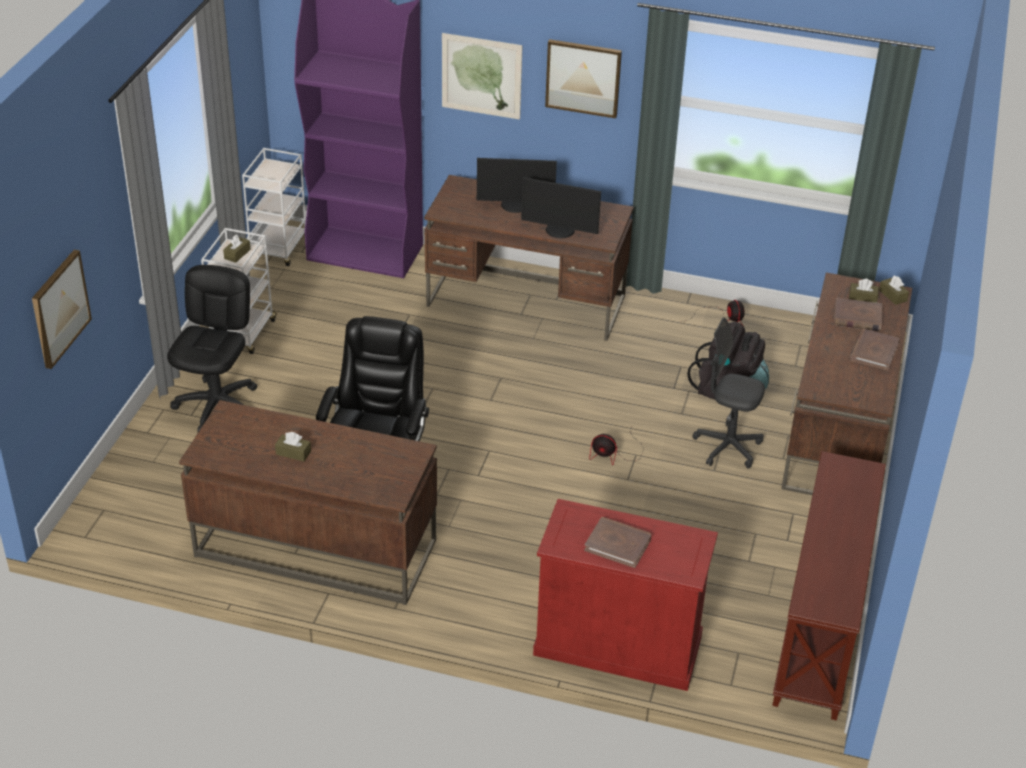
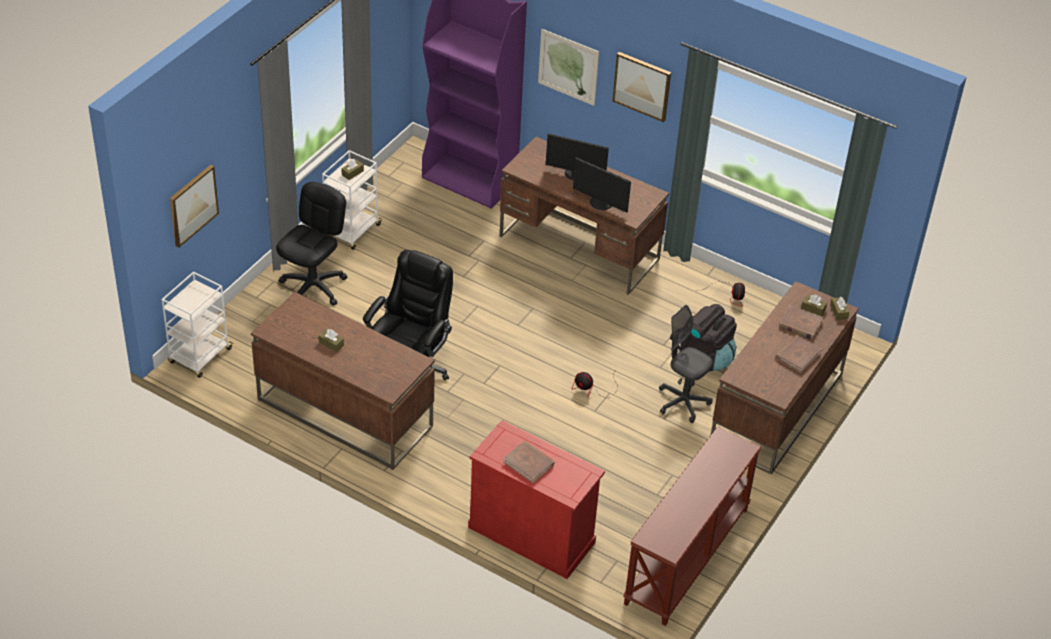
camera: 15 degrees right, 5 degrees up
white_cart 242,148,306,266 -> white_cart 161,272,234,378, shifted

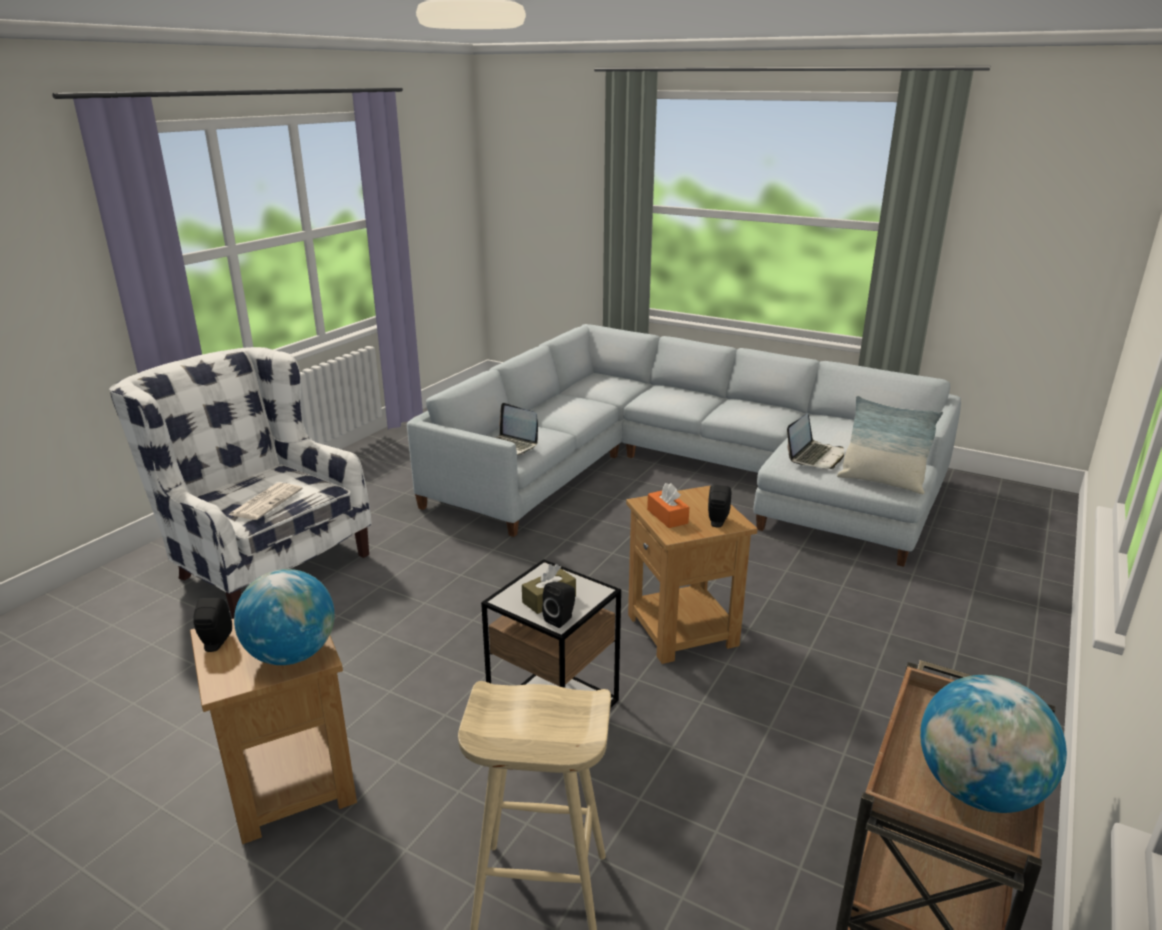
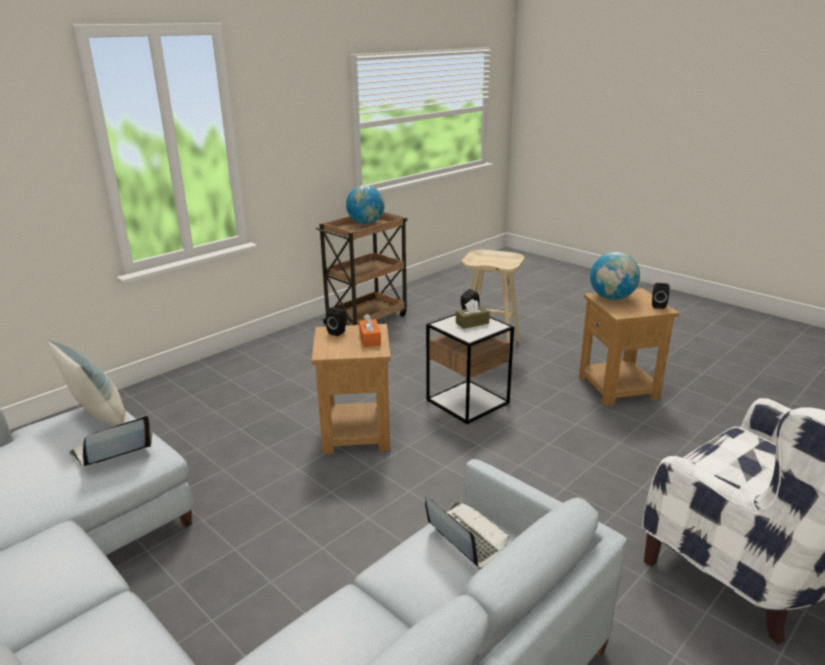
camera: 165 degrees left, 0 degrees up
newspaper 229,482,303,520 -> none

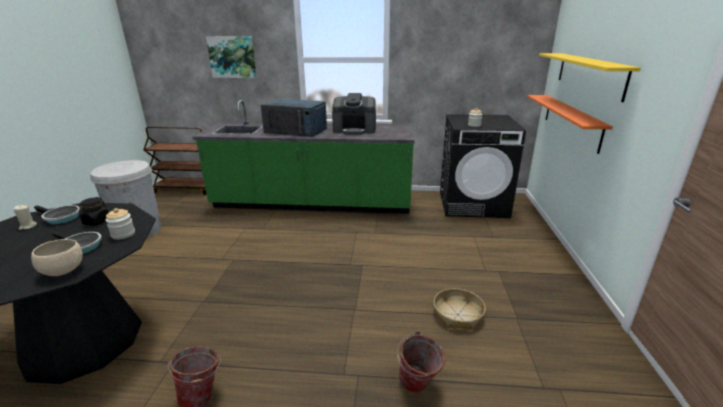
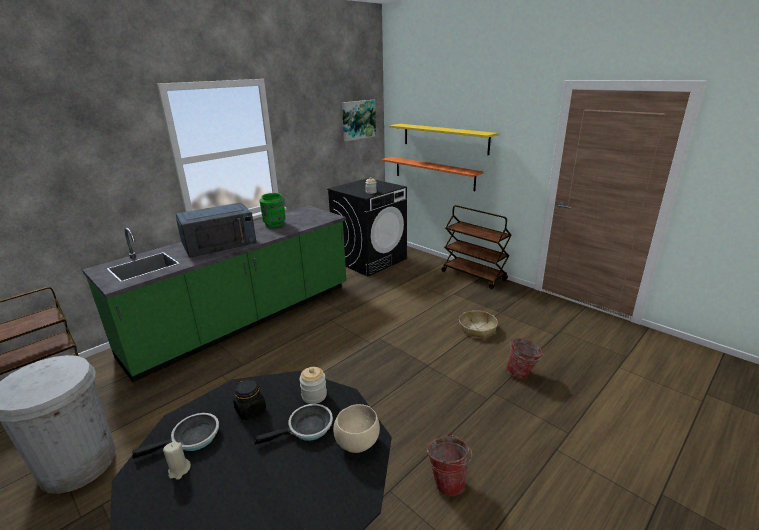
camera: 50 degrees left, 0 degrees up
coffee_machine 332,93,376,134 -> green_vase 259,193,286,228
picture 206,36,257,78 -> picture 342,100,376,141, shifted
none -> brown_cart 442,205,512,289

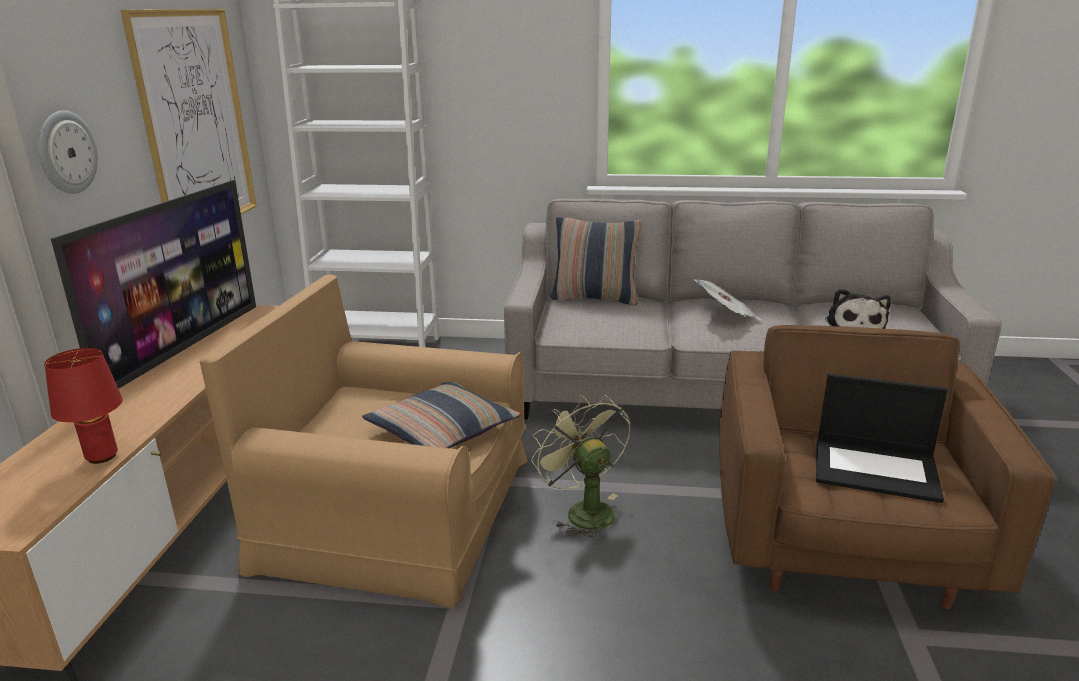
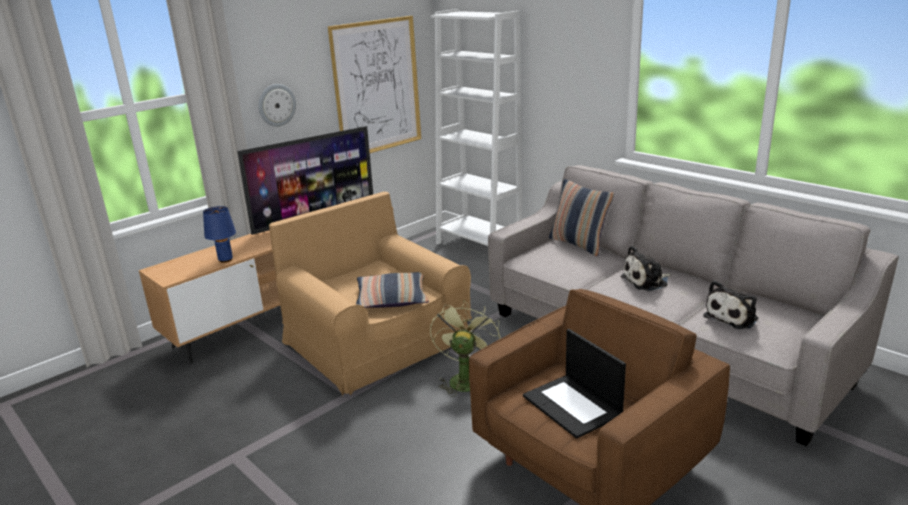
camera: 40 degrees right, 0 degrees up
red_table_lamp 44,348,123,464 -> blue_table_lamp 203,206,236,263
newspaper 693,279,762,320 -> plush_toy 621,246,671,291

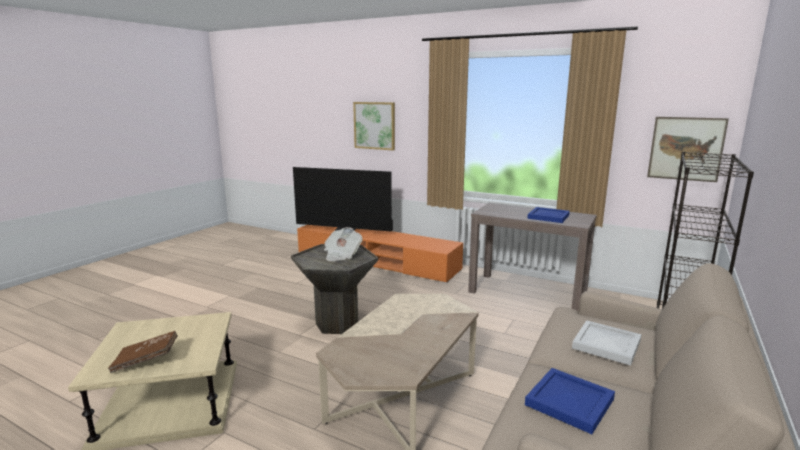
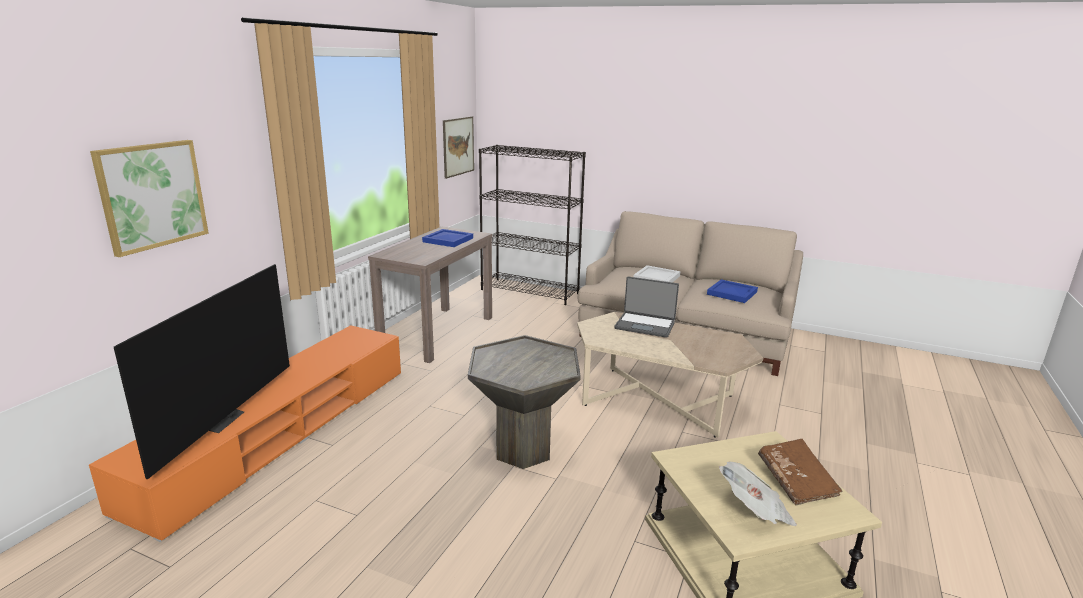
camera: 95 degrees left, 5 degrees up
none -> laptop 614,276,679,338
newspaper 324,227,363,261 -> newspaper 719,462,797,526, shifted

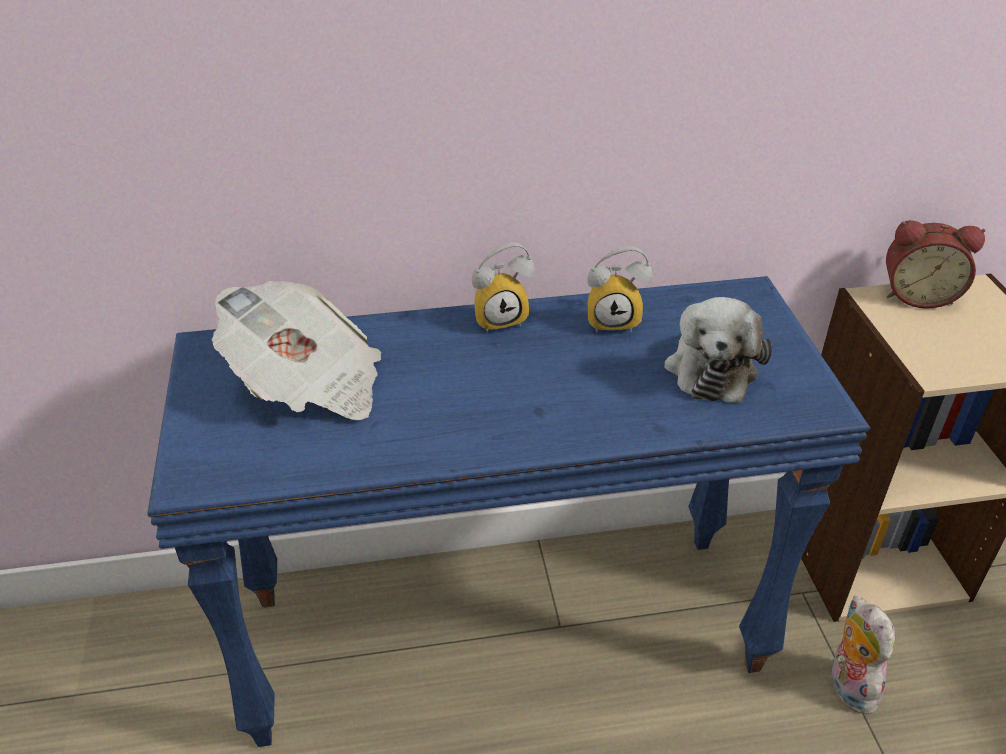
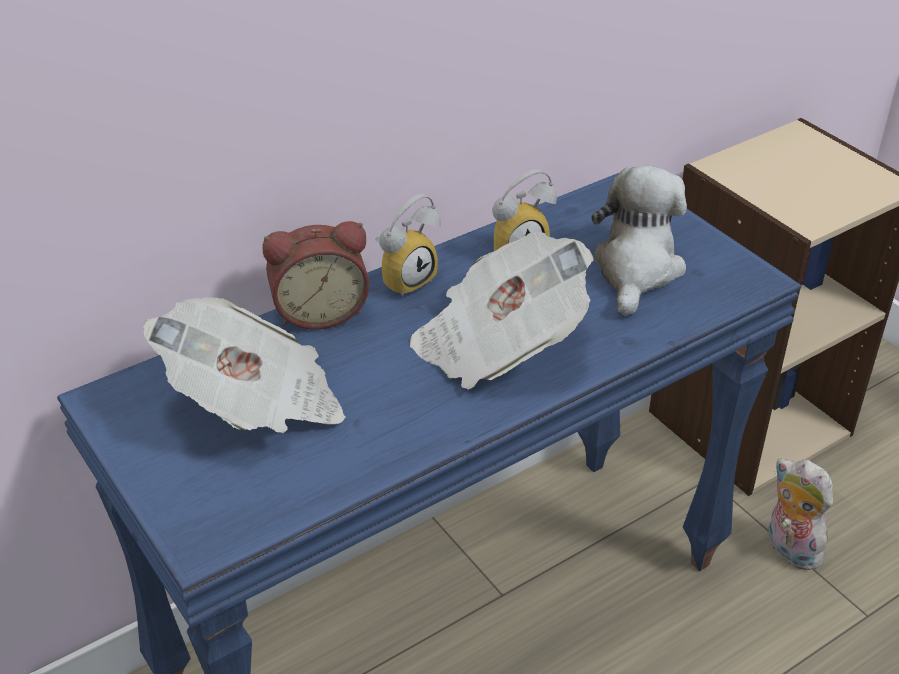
camera: 25 degrees left, 0 degrees up
alarm_clock 886,220,986,309 -> alarm_clock 262,221,370,330, shifted
none -> newspaper 410,231,594,390
plush_toy 664,297,772,403 -> plush_toy 591,166,687,316, 150 degrees counterclockwise

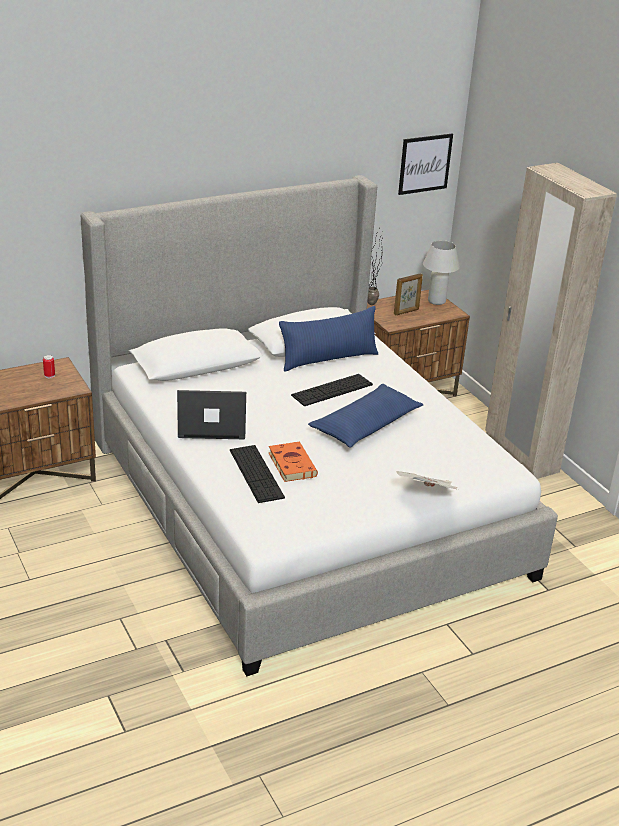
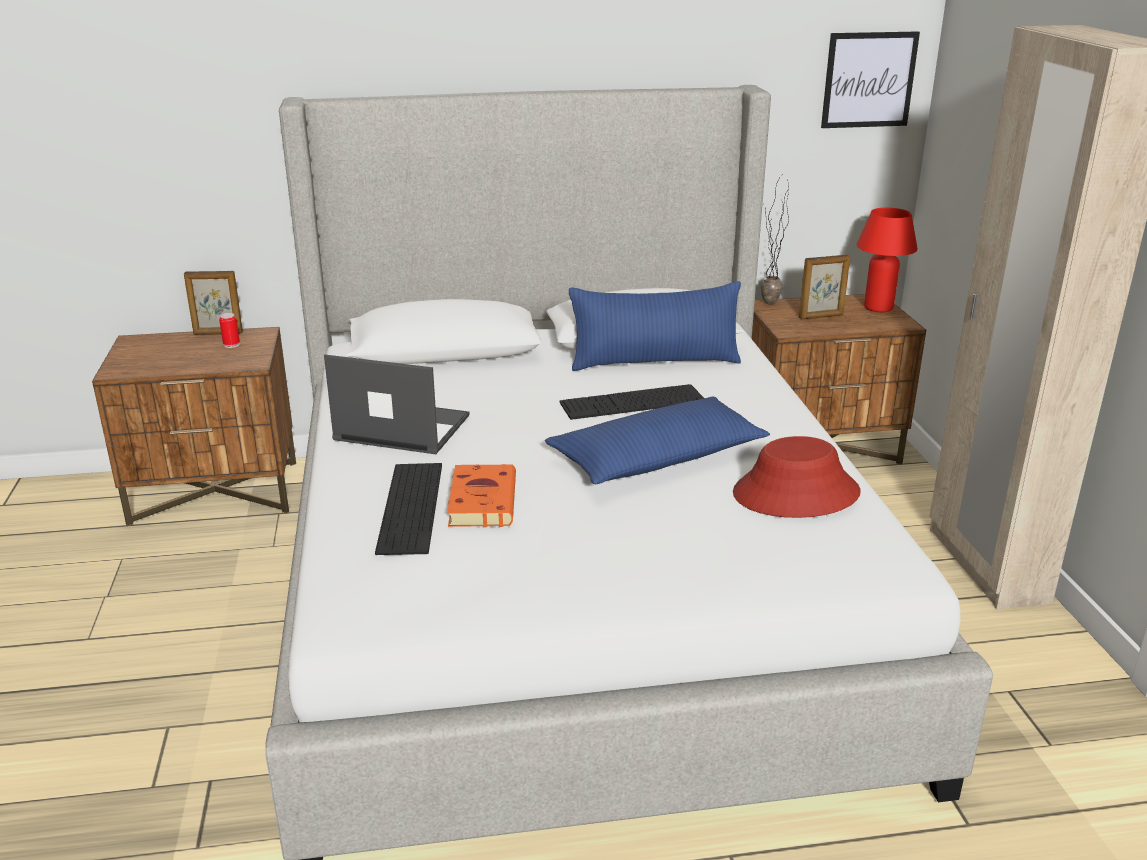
camera: 20 degrees right, 5 degrees down
none -> picture_frame 184,271,243,335
none -> red_hat 733,436,861,518
white_table_lamp 423,240,460,305 -> red_table_lamp 856,208,917,312
newspaper 397,471,458,490 -> none

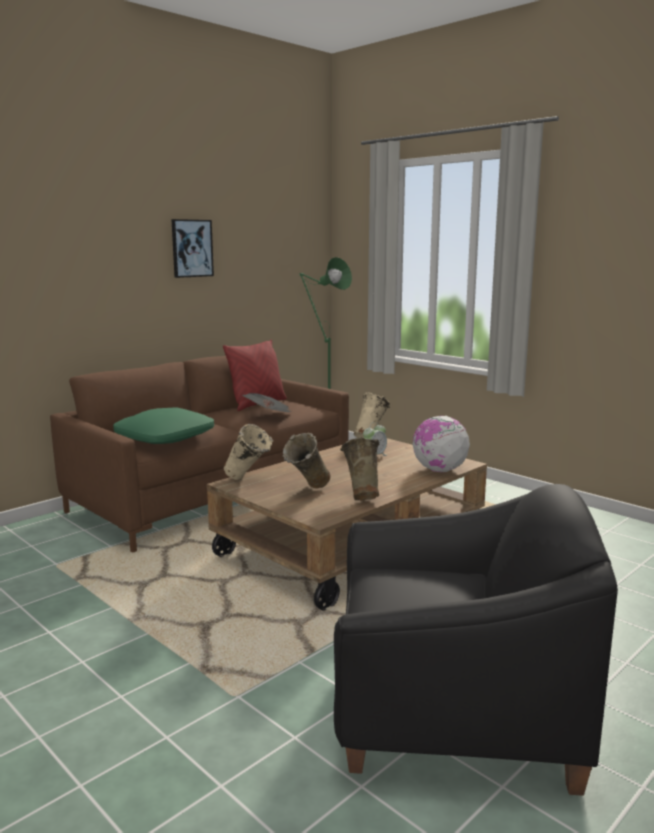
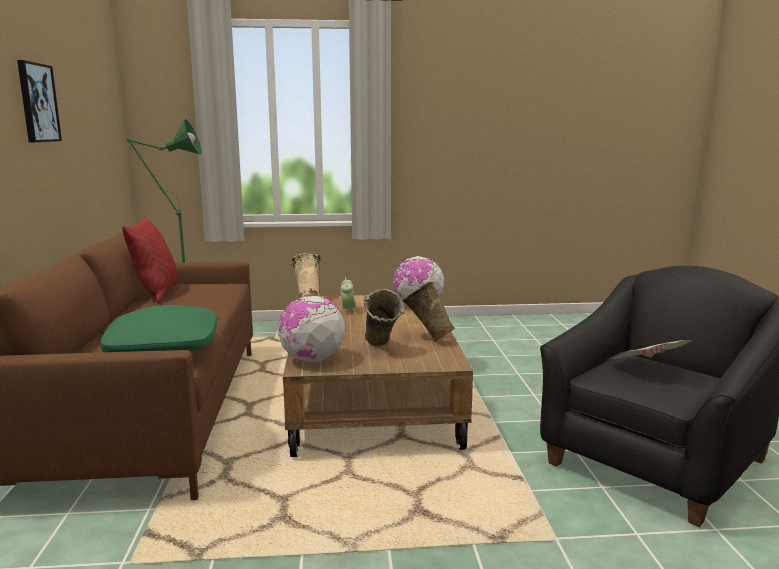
camera: 50 degrees left, 0 degrees up
beige_vase 224,424,273,480 -> globe 278,296,346,363
newspaper 242,393,291,412 -> newspaper 607,340,692,360, shifted

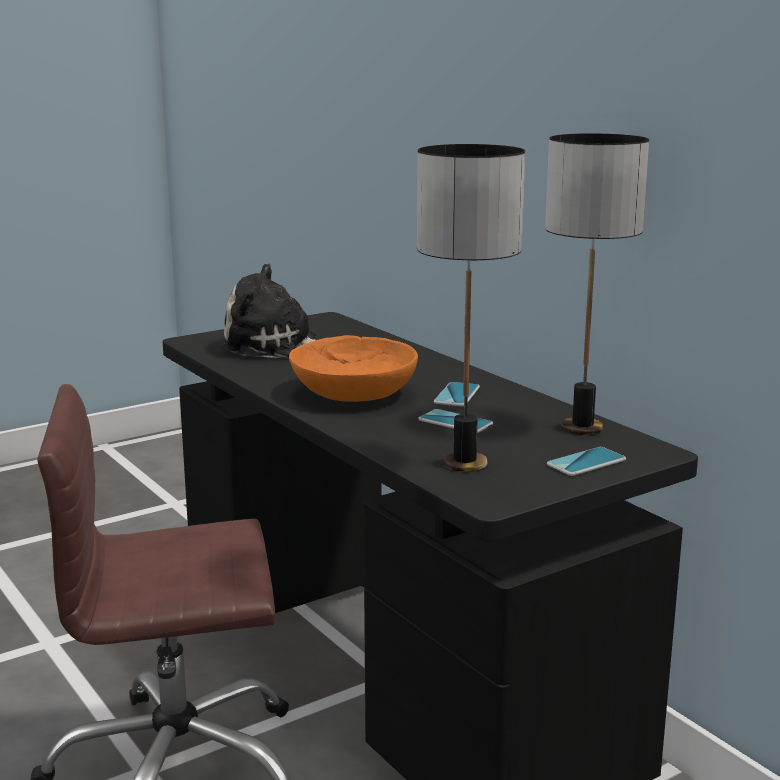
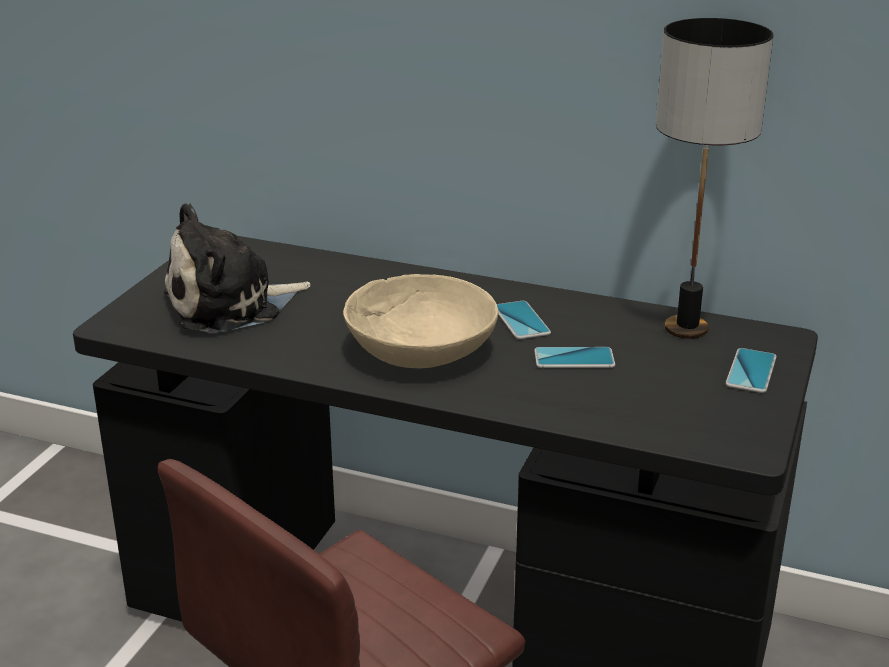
camera: 35 degrees left, 10 degrees up
orange_bowl 289,335,418,402 -> beige_bowl 343,274,498,368
table_lamp 417,144,525,472 -> none

